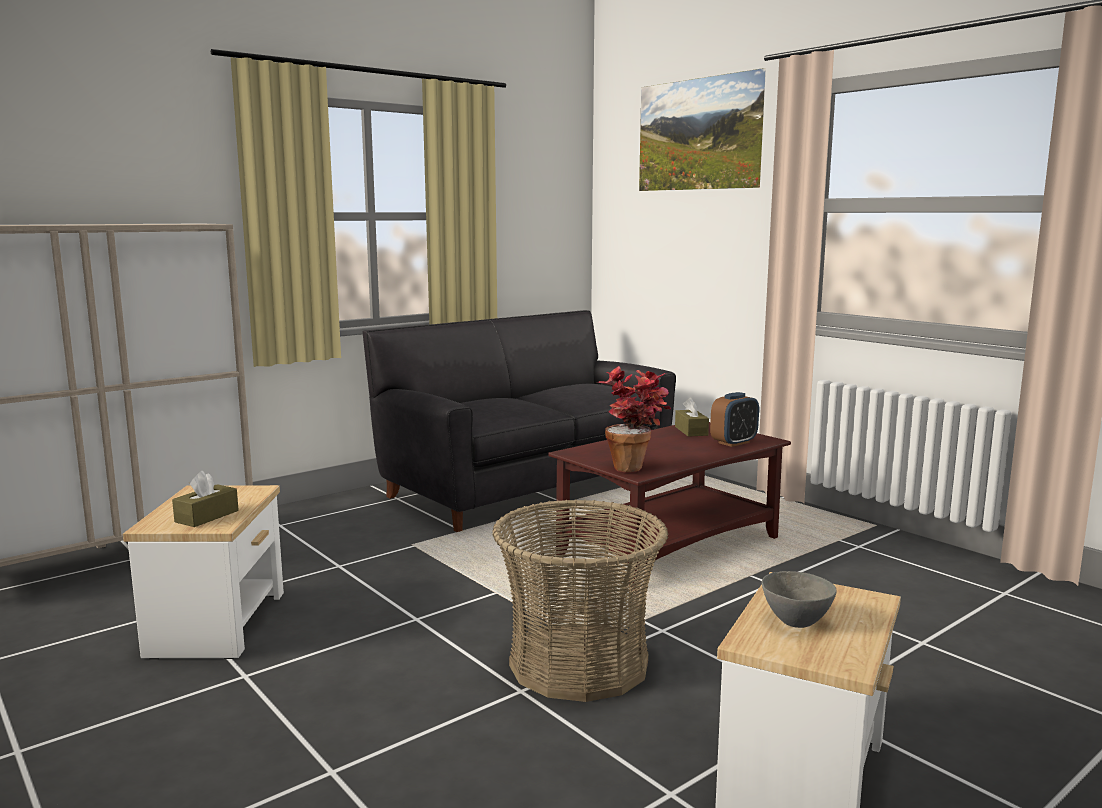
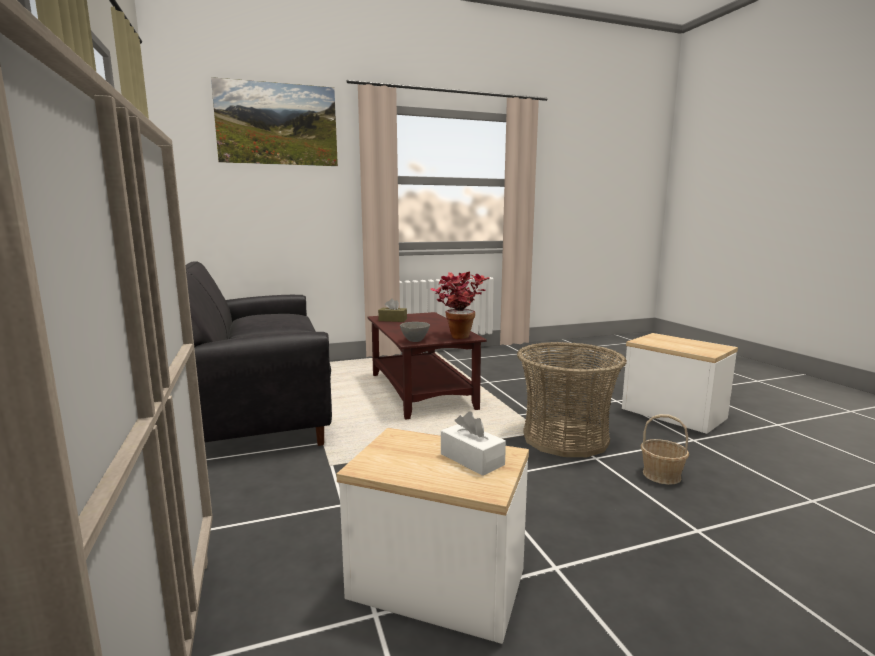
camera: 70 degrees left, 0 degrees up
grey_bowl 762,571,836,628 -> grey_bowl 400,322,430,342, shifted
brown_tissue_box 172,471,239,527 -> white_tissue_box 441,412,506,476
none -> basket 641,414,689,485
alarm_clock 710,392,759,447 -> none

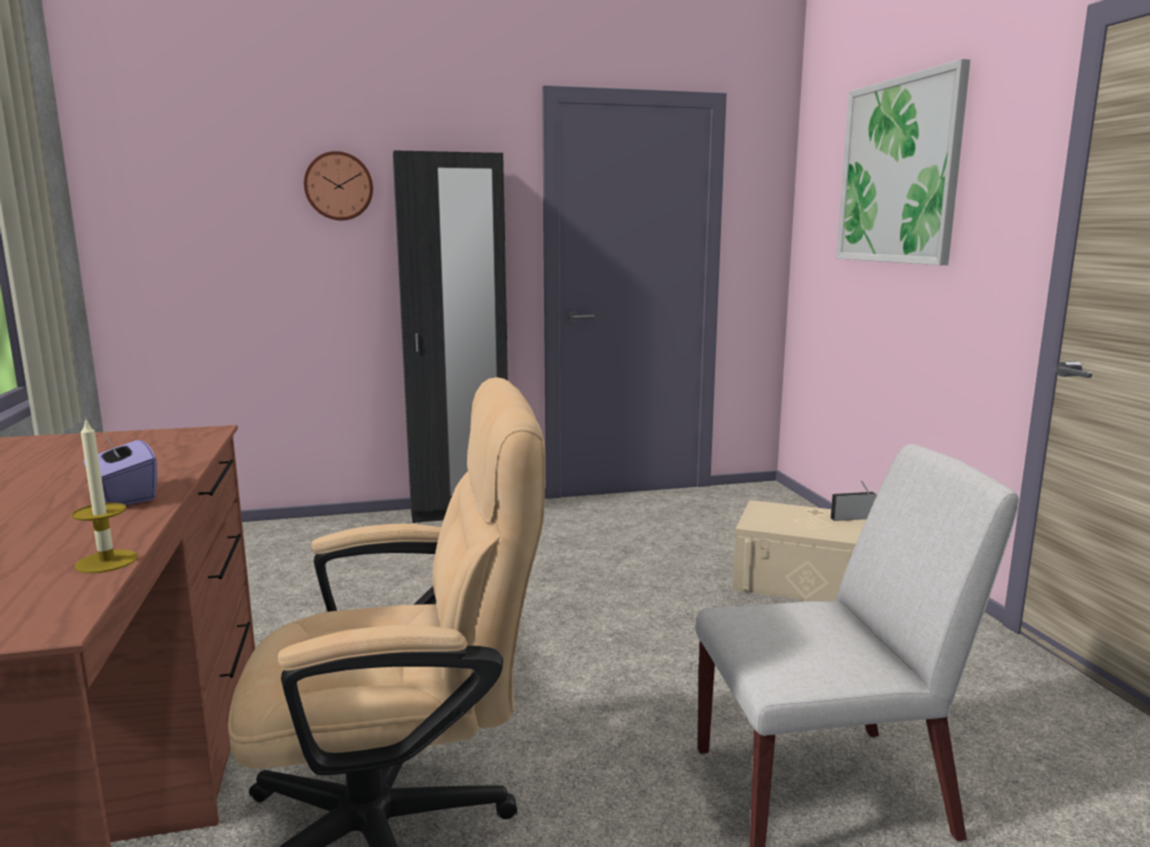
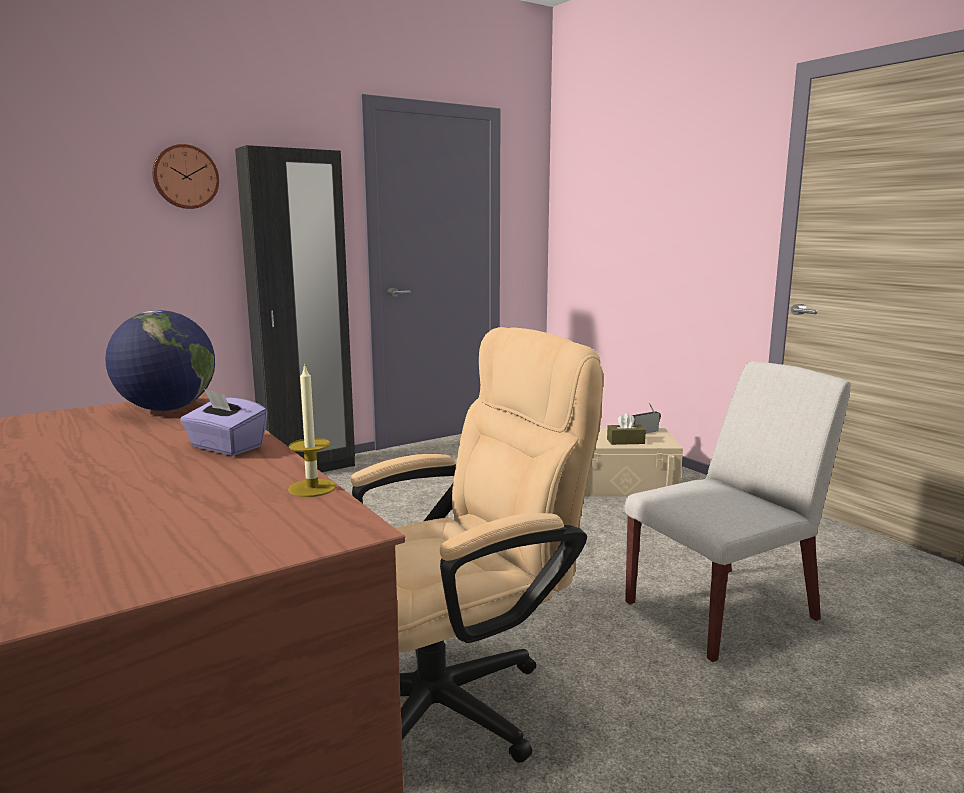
camera: 20 degrees left, 0 degrees up
none -> globe 105,310,215,411
none -> brown_tissue_box 607,413,646,445
picture 836,59,970,265 -> none

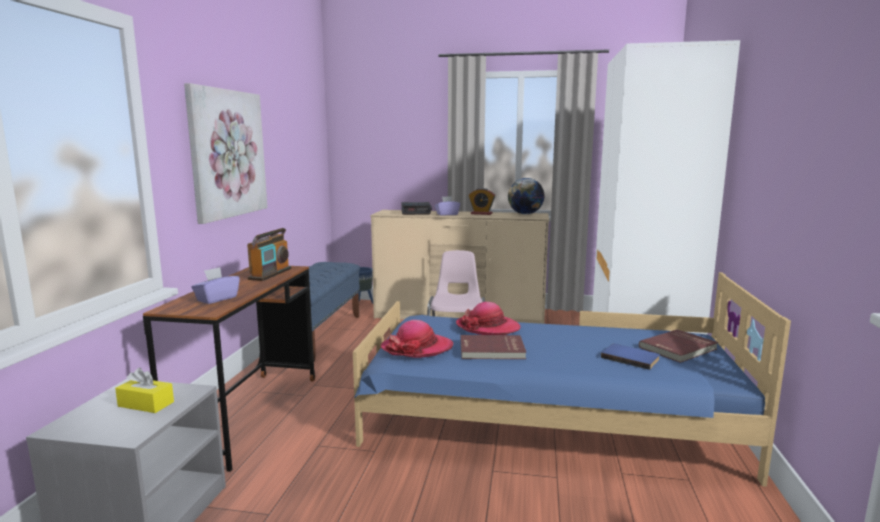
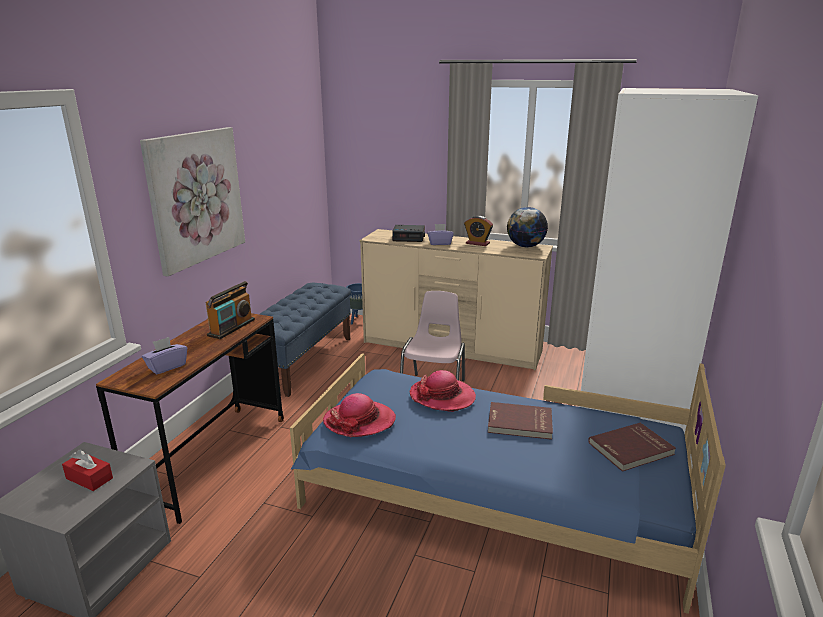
camera: 10 degrees right, 10 degrees up
yellow_tissue_box 115,368,174,413 -> red_tissue_box 62,450,113,491
red_book 461,335,526,359 -> red_book 488,402,553,440, shifted
blue_book 601,344,660,370 -> none

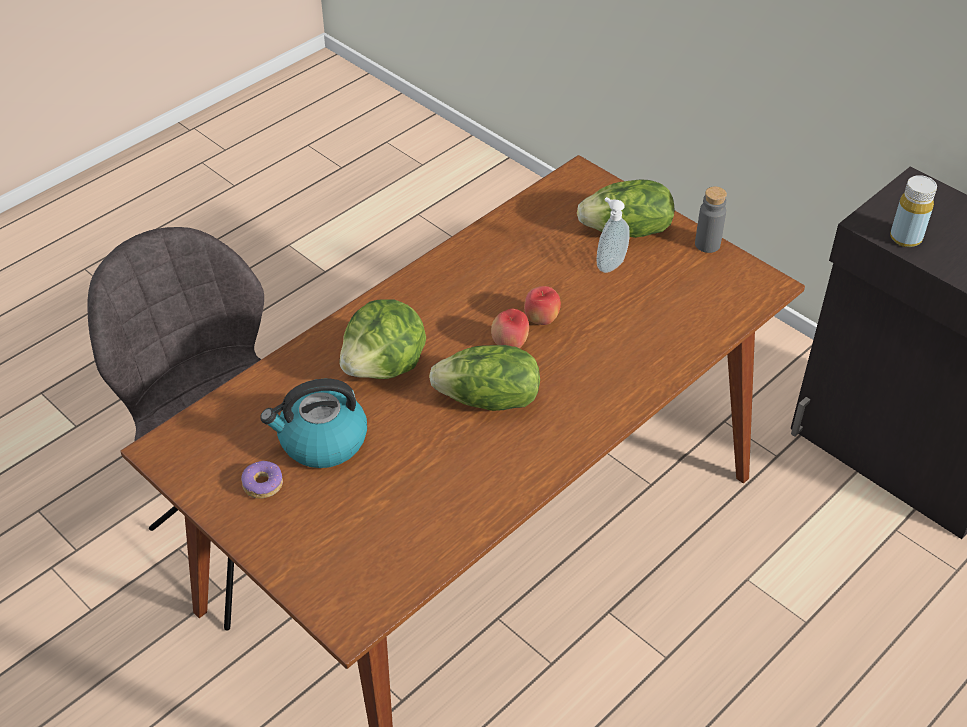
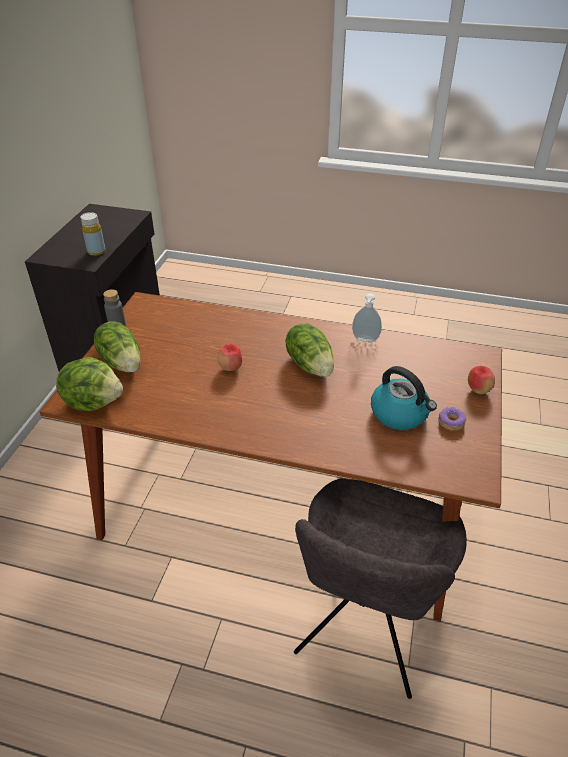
camera: 120 degrees left, 5 degrees down
lettuce 340,299,426,379 -> lettuce 56,357,123,411, shifted
soap_dispenser 596,197,630,273 -> soap_dispenser 352,294,382,342, shifted
apple 491,308,529,348 -> apple 468,366,495,394, shifted

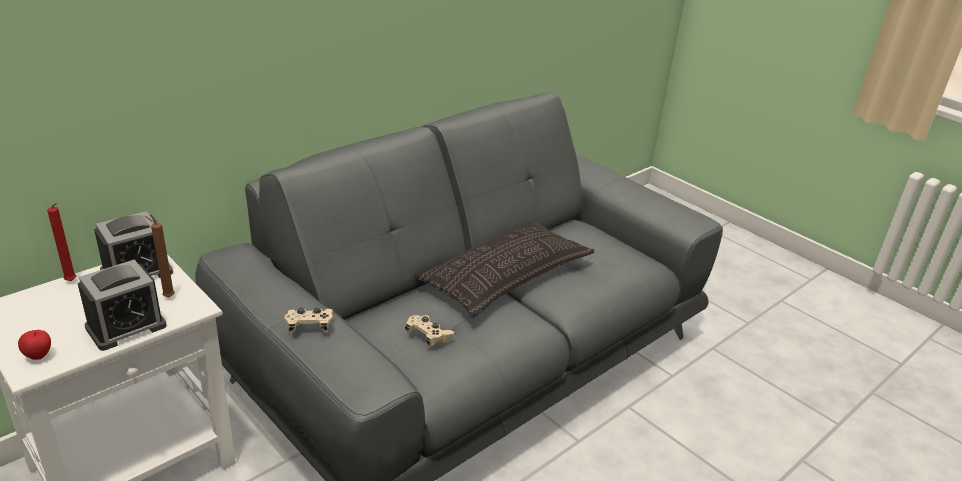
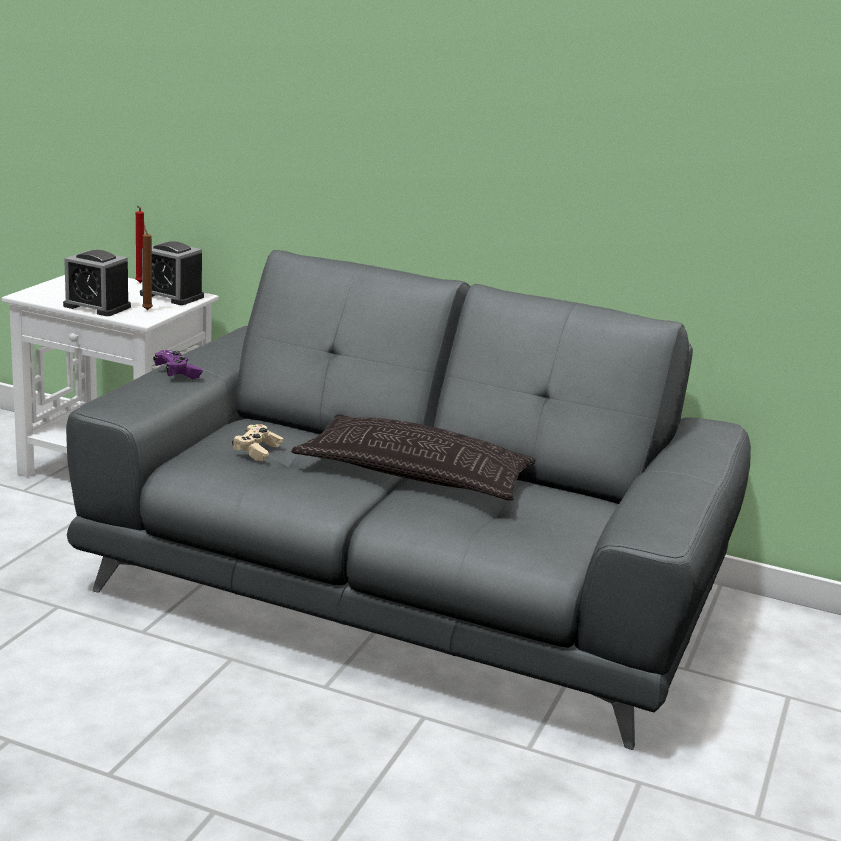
camera: 65 degrees right, 10 degrees down
beige_game_controller 285,308,333,334 -> purple_game_controller 153,350,203,379
apple 18,330,51,360 -> none

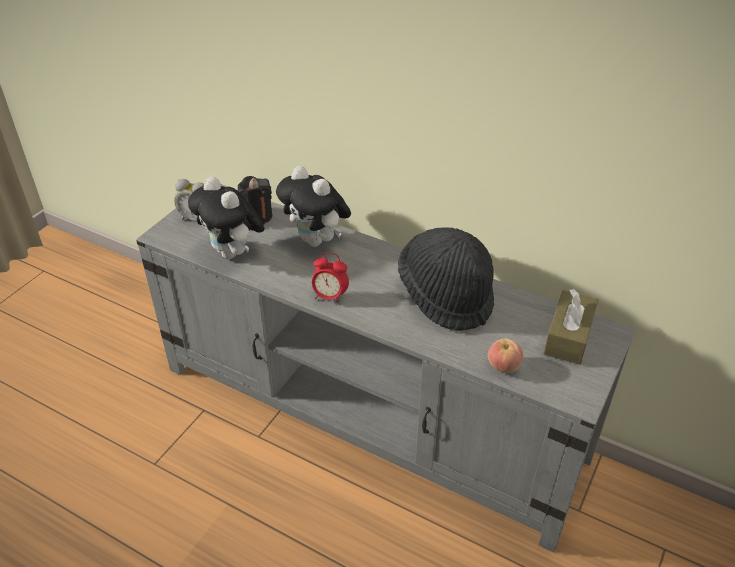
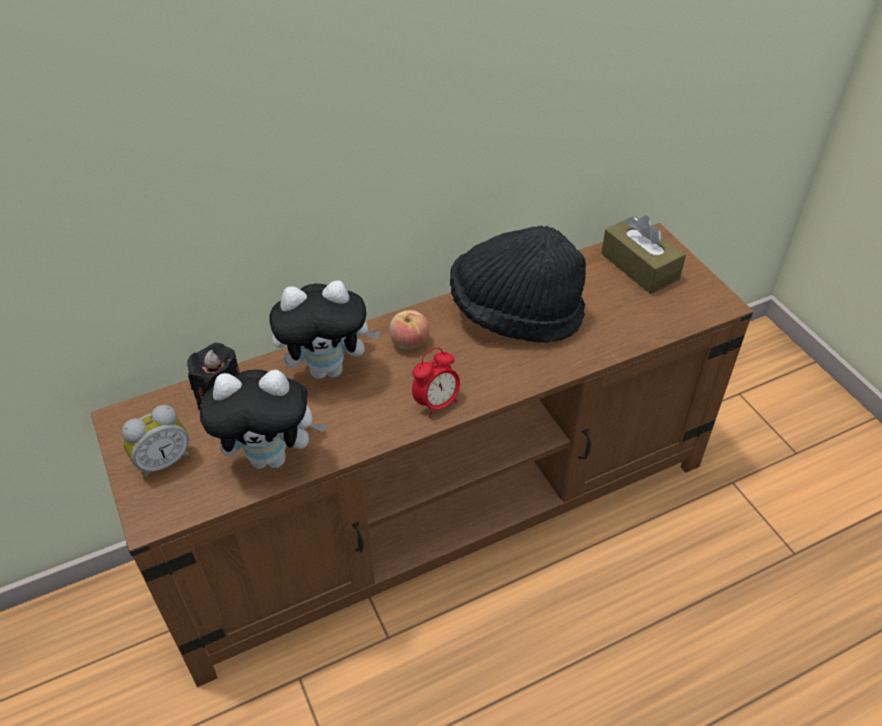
camera: 55 degrees left, 5 degrees up
grey_tv_stand 136,184,636,552 -> brown_tv_stand 91,223,754,687
apple 488,338,523,373 -> apple 390,310,429,349, shifted

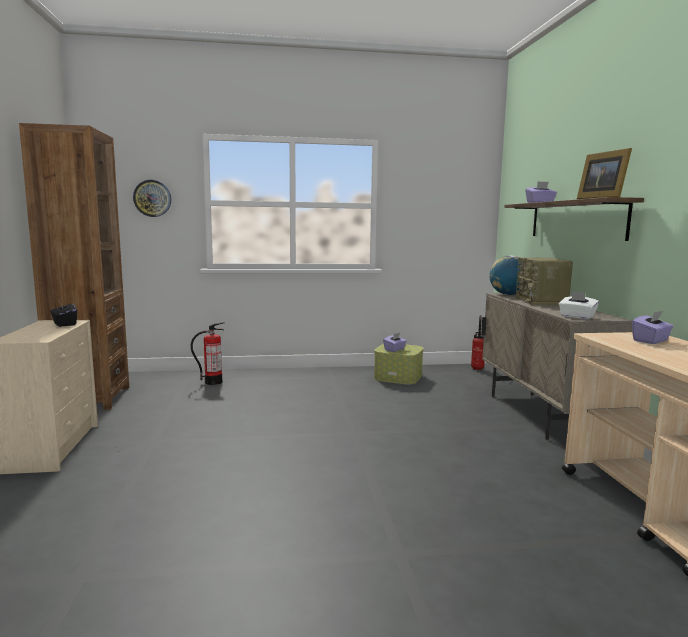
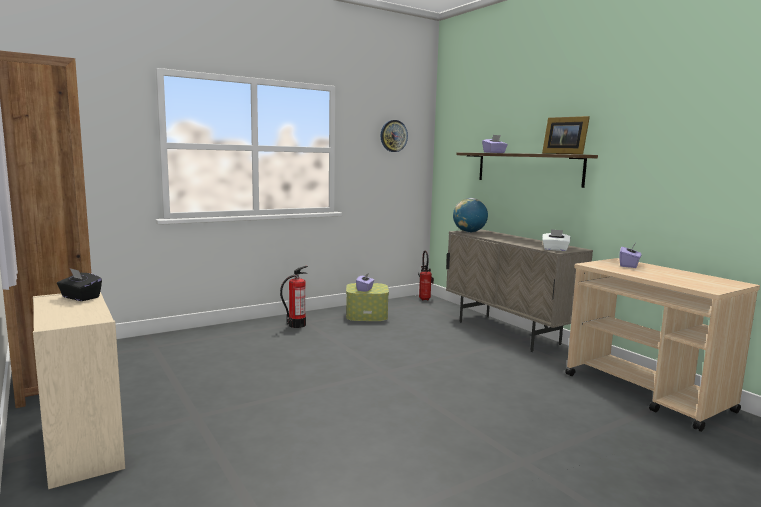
camera: 25 degrees left, 0 degrees up
fire_extinguisher 191,322,225,385 -> fire_extinguisher 280,266,308,328, shifted
wall_clock 133,180,171,217 -> wall_clock 381,120,408,152, shifted
radio 516,258,573,305 -> none

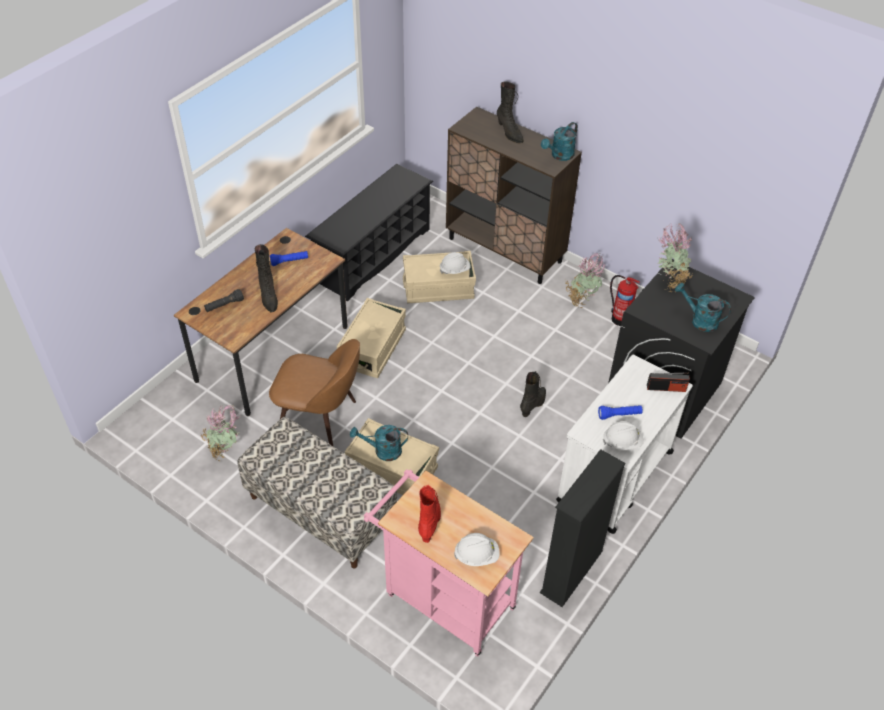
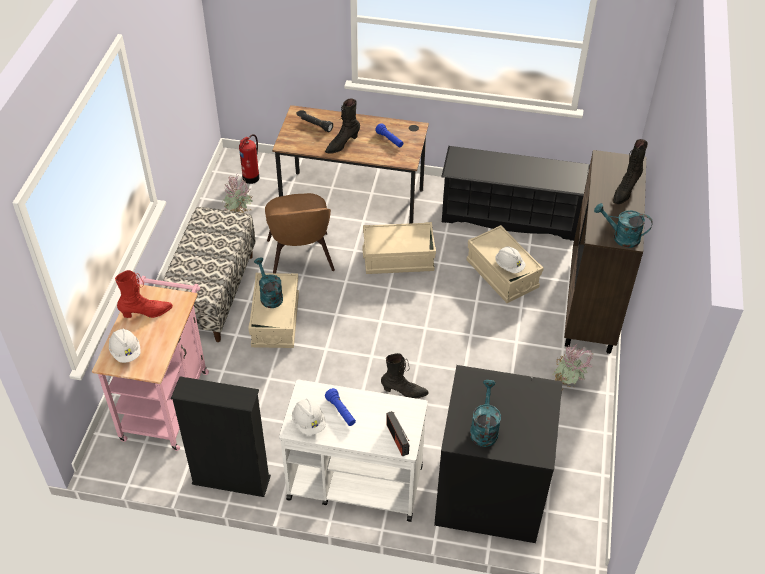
camera: 65 degrees right, 0 degrees up
fire_extinguisher 610,275,640,326 -> fire_extinguisher 239,134,259,184, shifted
potted_plant 658,224,692,292 -> none

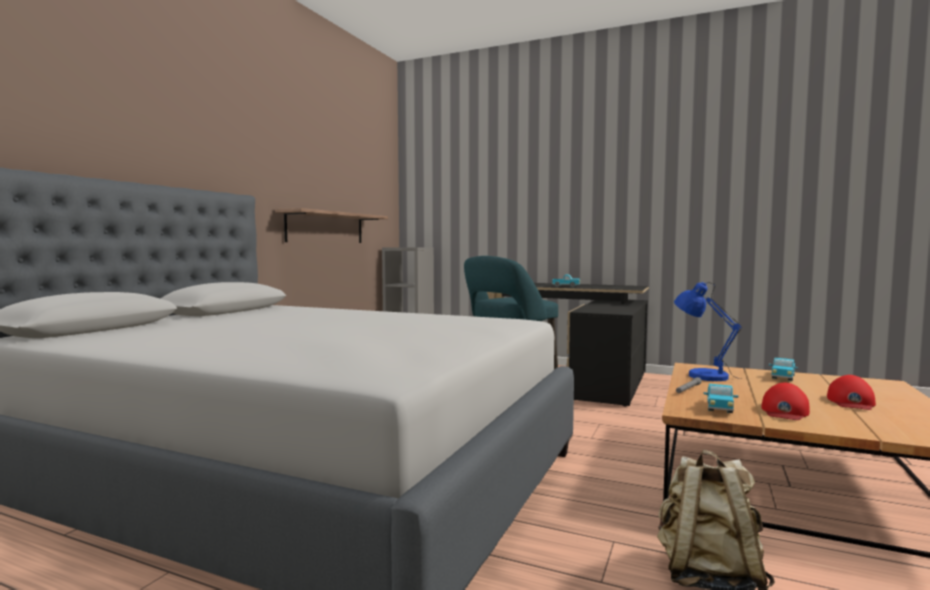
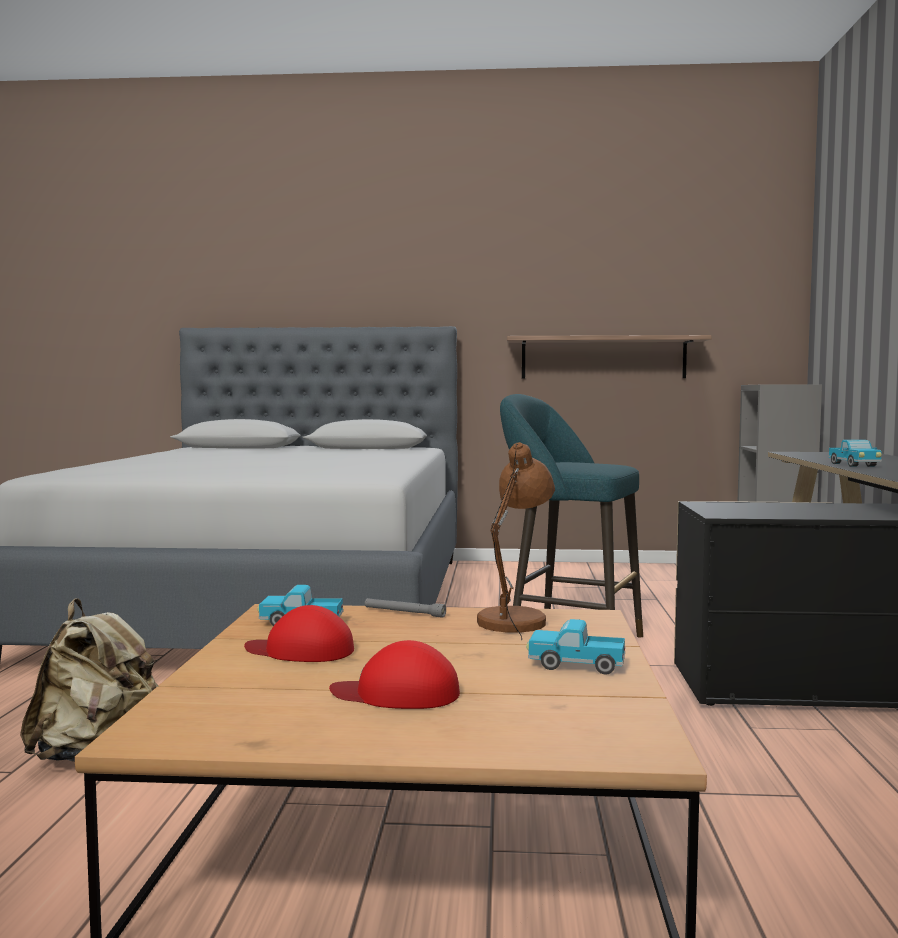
camera: 70 degrees right, 0 degrees up
blue_table_lamp 674,282,742,381 -> brown_table_lamp 477,442,555,640

